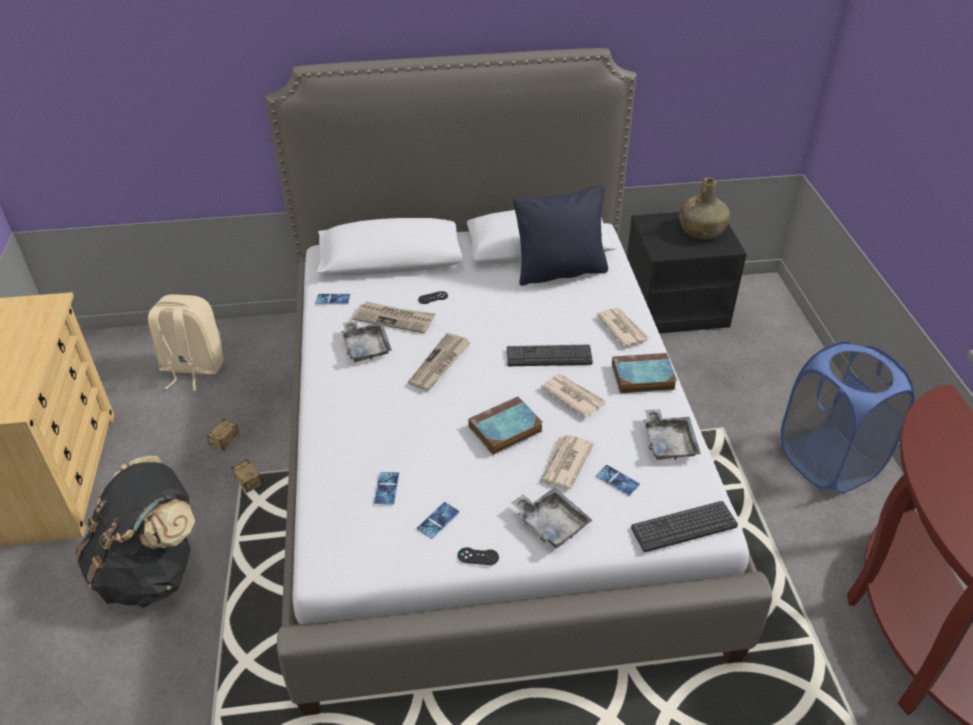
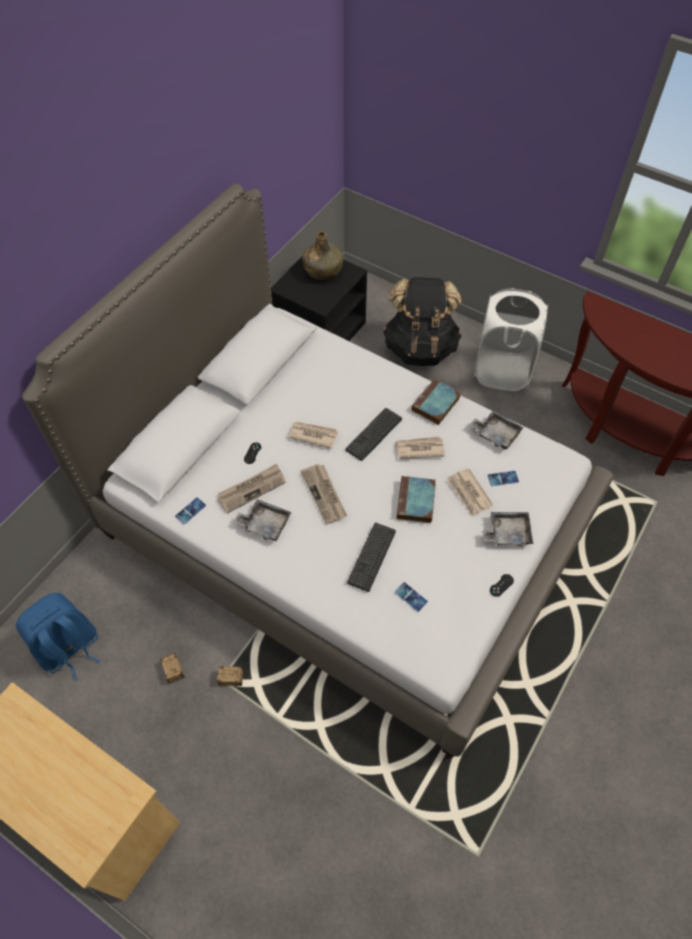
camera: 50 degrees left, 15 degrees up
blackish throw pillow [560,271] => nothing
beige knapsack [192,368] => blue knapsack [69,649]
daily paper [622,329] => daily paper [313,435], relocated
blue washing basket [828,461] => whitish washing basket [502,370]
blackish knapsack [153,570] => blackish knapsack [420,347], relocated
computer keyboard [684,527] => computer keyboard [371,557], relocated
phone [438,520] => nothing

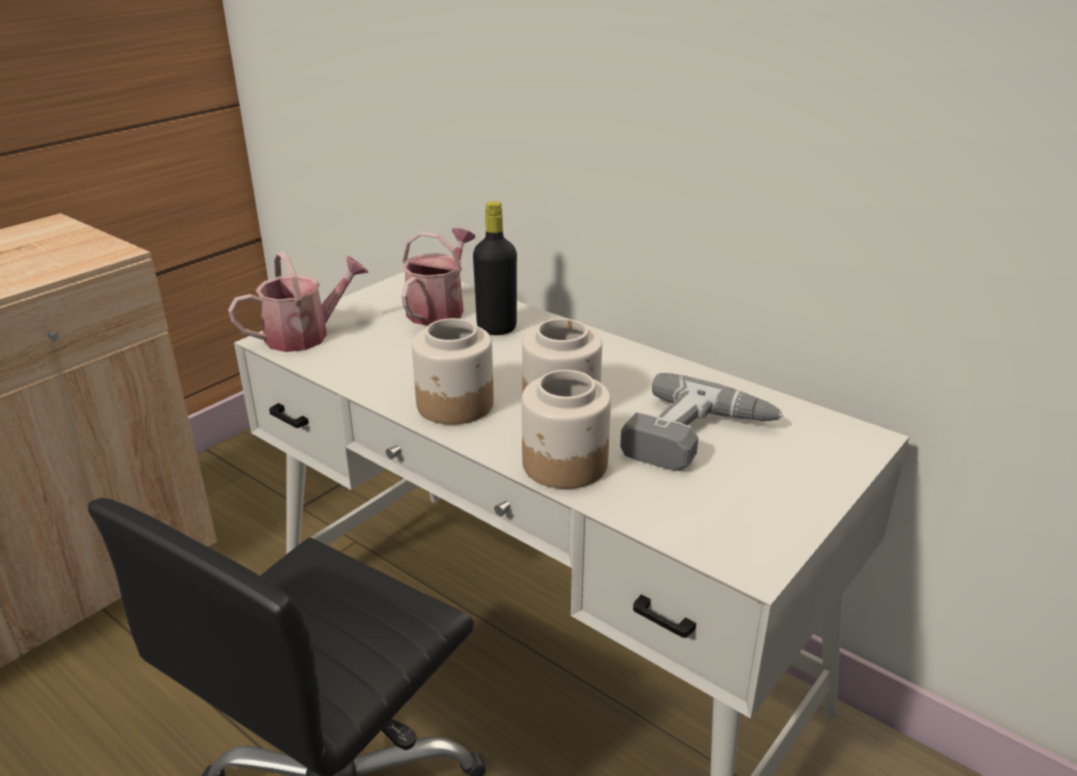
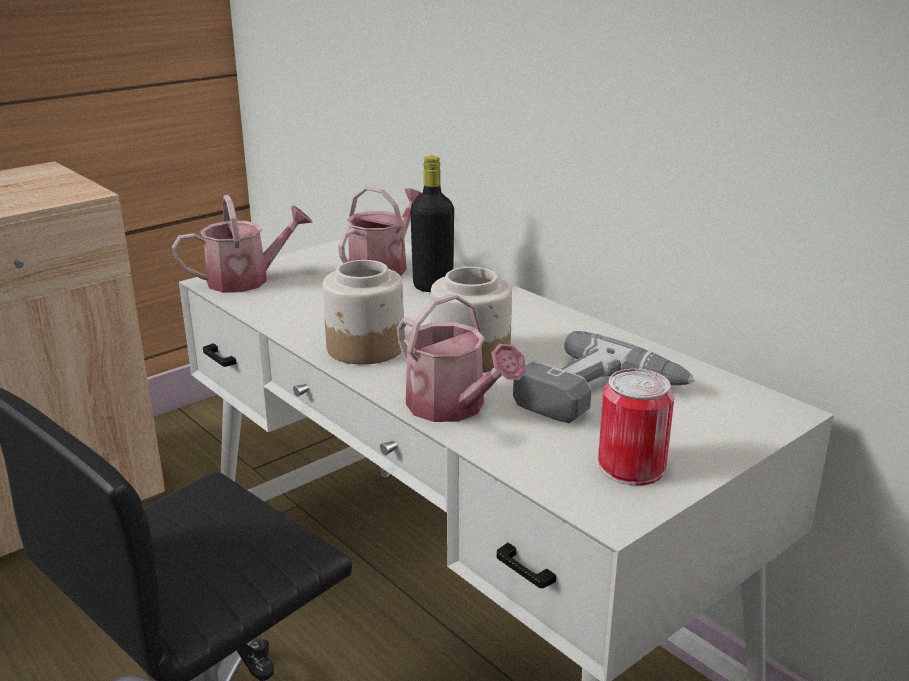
camera: 10 degrees right, 5 degrees down
jar [565,465] => watering can [453,408]
nothing => metal can [631,467]

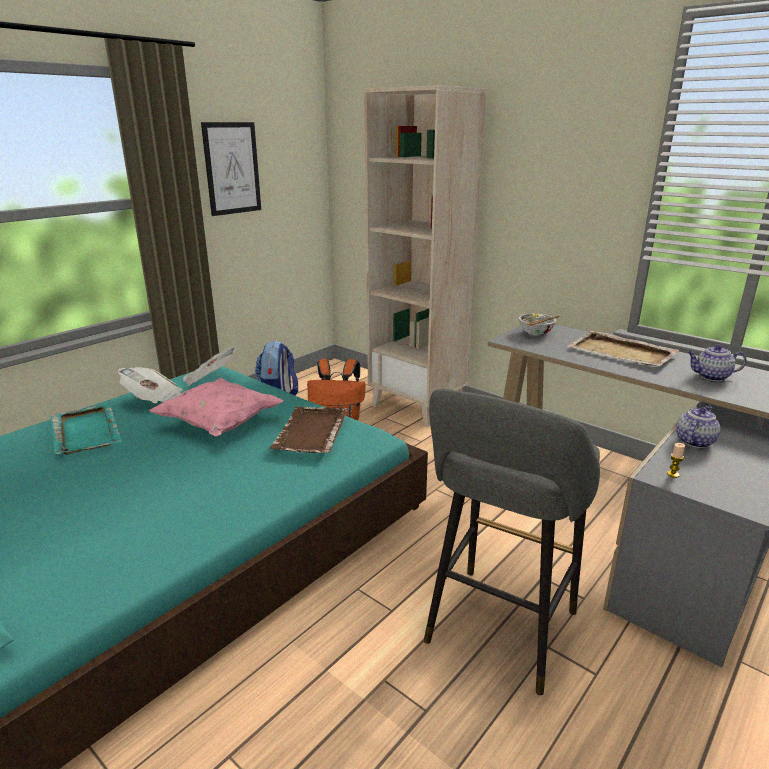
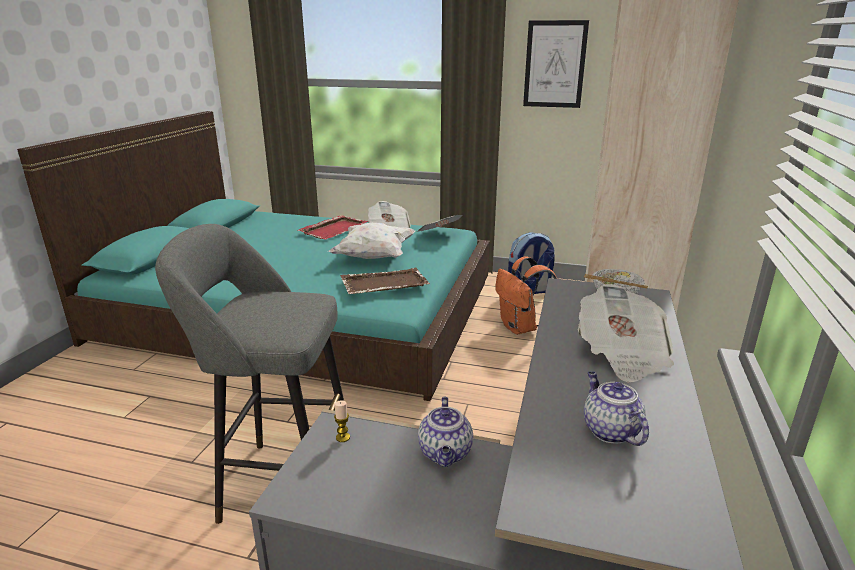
camera: 65 degrees right, 0 degrees up
beige carrying tray [622,352] => daily paper [621,355]
pink-coloured throw pillow [221,425] => whitish throw pillow [374,257]
blue-green carrying tray [86,431] => reddish carrying tray [334,229]
tea pot [694,441] => tea pot [445,454], 75 degrees clockwise

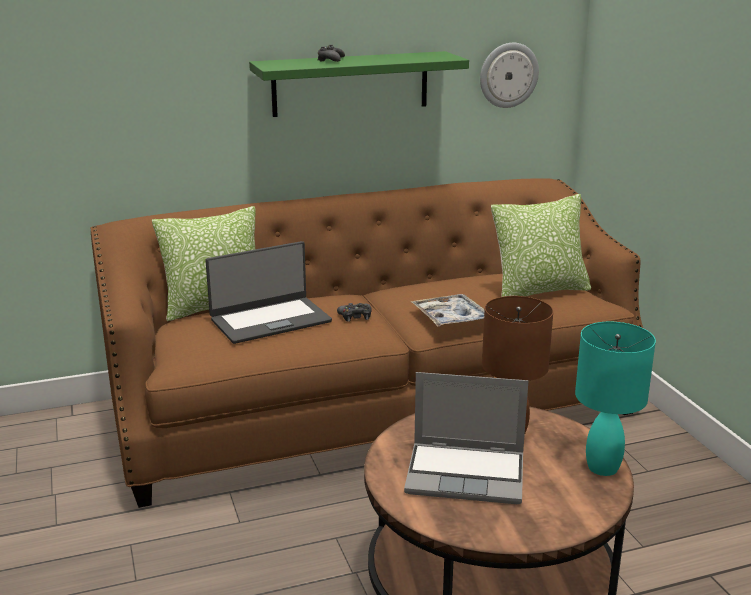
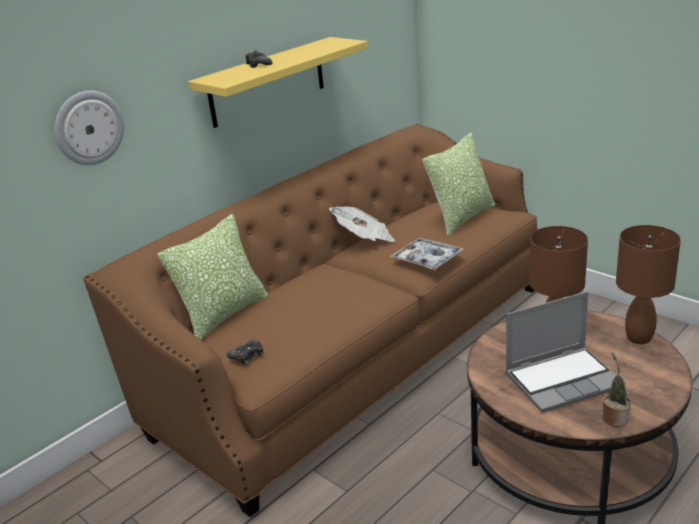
camera: 25 degrees left, 5 degrees up
clock on the wall [508,75] => clock on the wall [89,128], relocated
green-coloured shelf [350,83] => yellow-coloured shelf [267,82]
laptop [270,320] => nothing
blackish gamepad [355,316] => blackish gamepad [247,356], relocated
blue-green tabletop lamp [601,468] => brownish tabletop lamp [638,338]
nothing => daily paper [364,239]
nothing => houseplant [614,417]

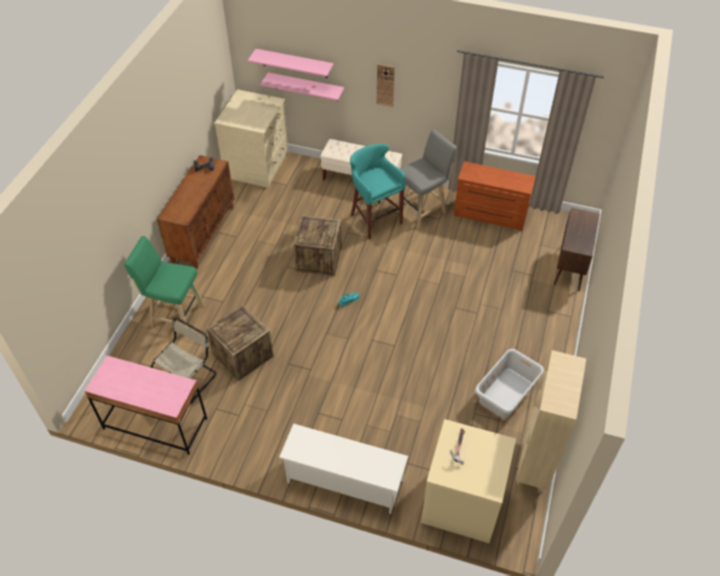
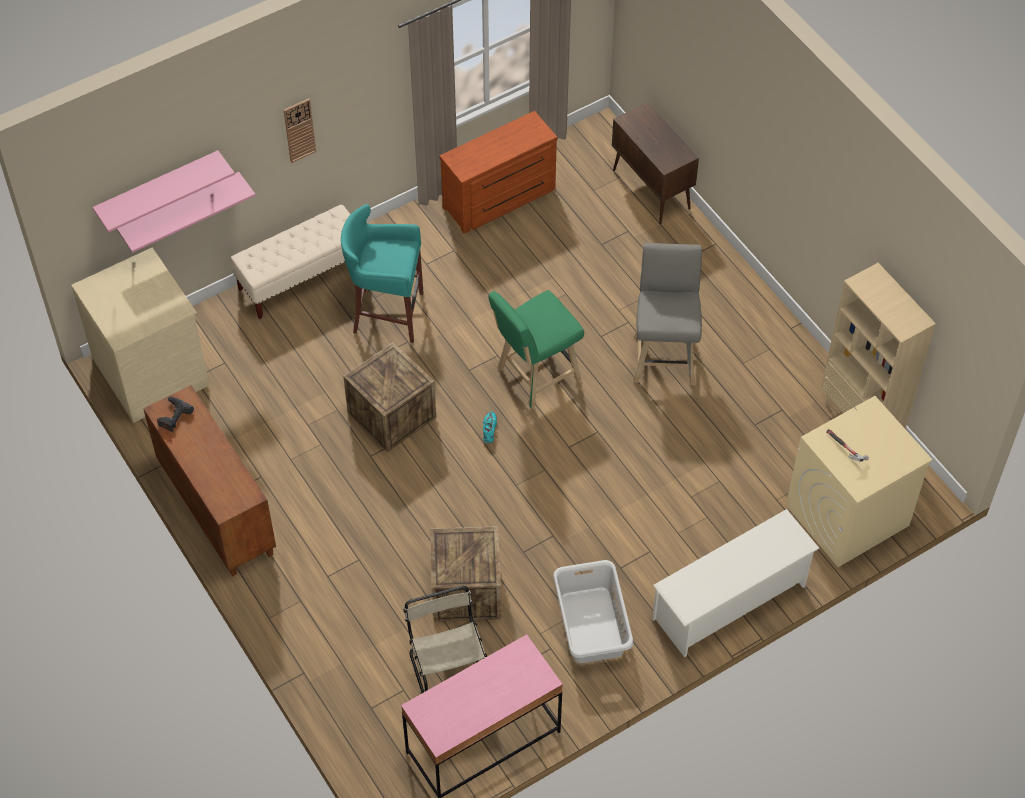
camera: 50 degrees left, 5 degrees up
grey sitting stool [422,209] => grey sitting stool [664,355], relocated
green-coloured sitting stool [174,314] => green-coloured sitting stool [535,376], relocated
grey washing basket [507,393] => grey washing basket [592,624], relocated

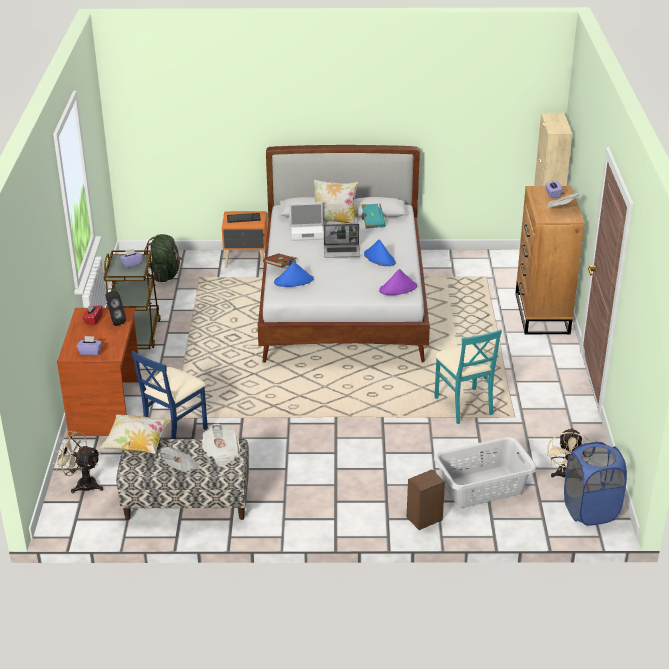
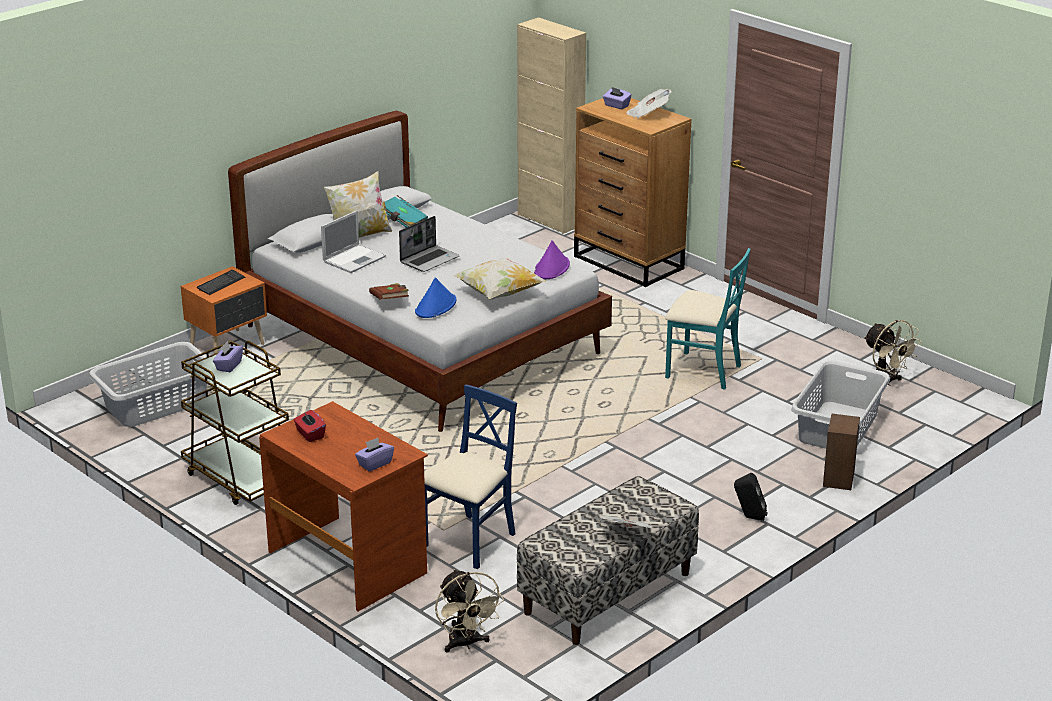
camera: 45 degrees left, 5 degrees down
green-coloured knapsack [165,275] => grey washing basket [155,404]
blue wearable hat [379,258] => nothing
blackish loudspeaker [115,321] => blackish loudspeaker [749,517], relocated
blue plain chair [174,431] => blue plain chair [470,541], 135 degrees counterclockwise
throw pillow [137,445] => throw pillow [499,293], relocated
daily paper [221,453] => nothing
beige cooling fan [82,484] => beige cooling fan [465,644], 90 degrees counterclockwise
blue washing basket [590,511] => nothing

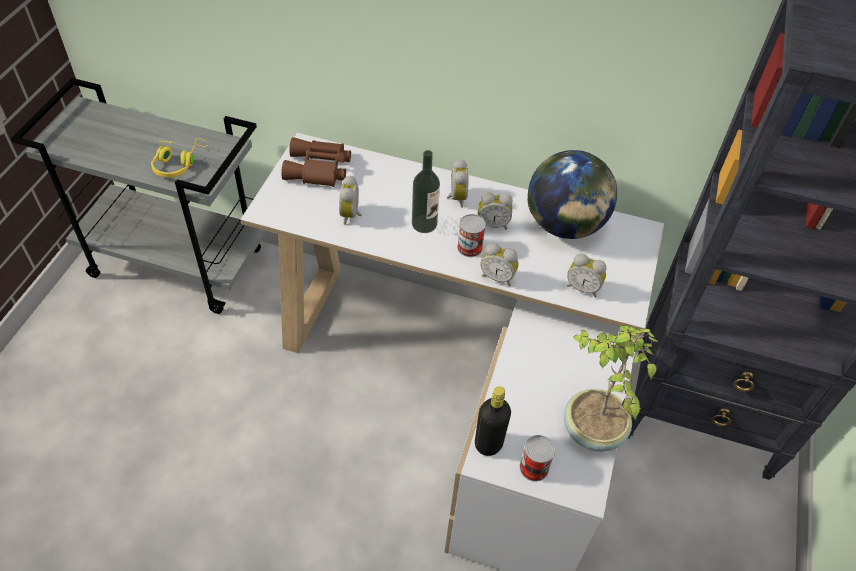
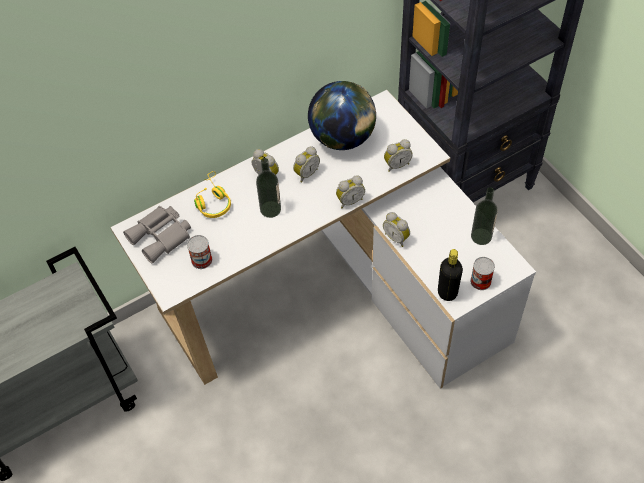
camera: 45 degrees left, 5 degrees up
brownish binoculars [318,169] => grey binoculars [162,237]
yellow-coloured headset [178,163] => yellow-coloured headset [213,201], relocated
table clock [352,215] => table clock [397,237], relocated
metal can [469,247] => metal can [201,260], relocated
houseplant [591,431] => drink bottle [481,236]

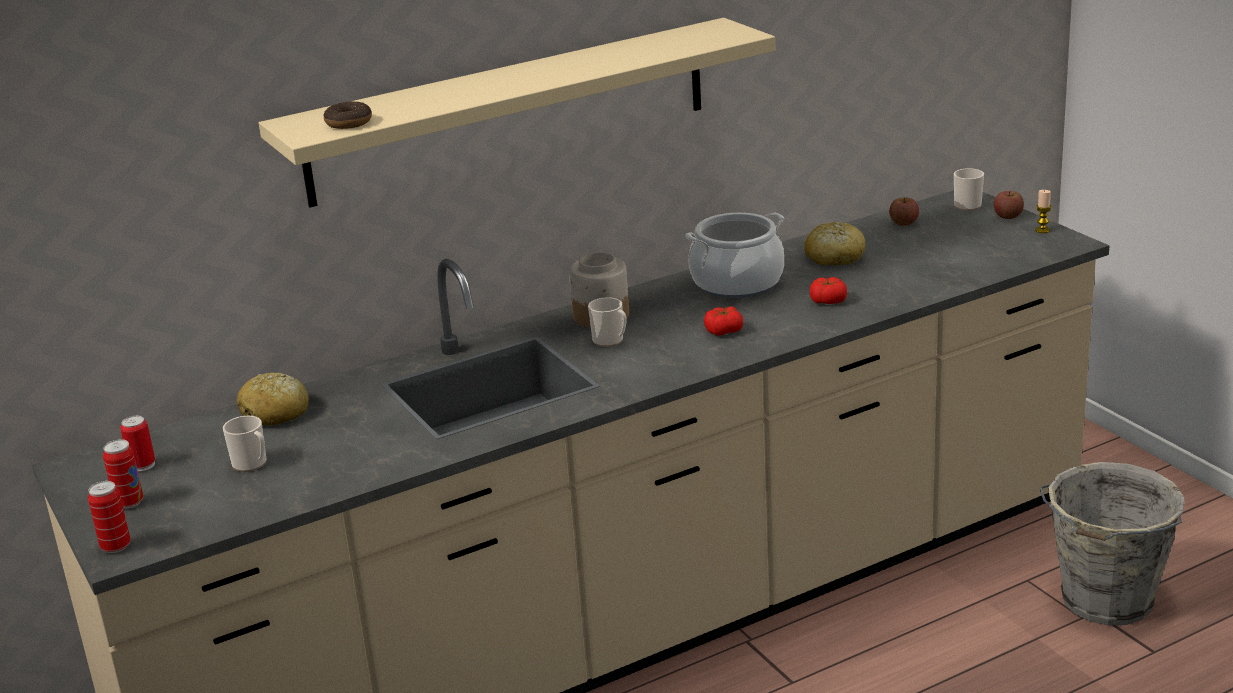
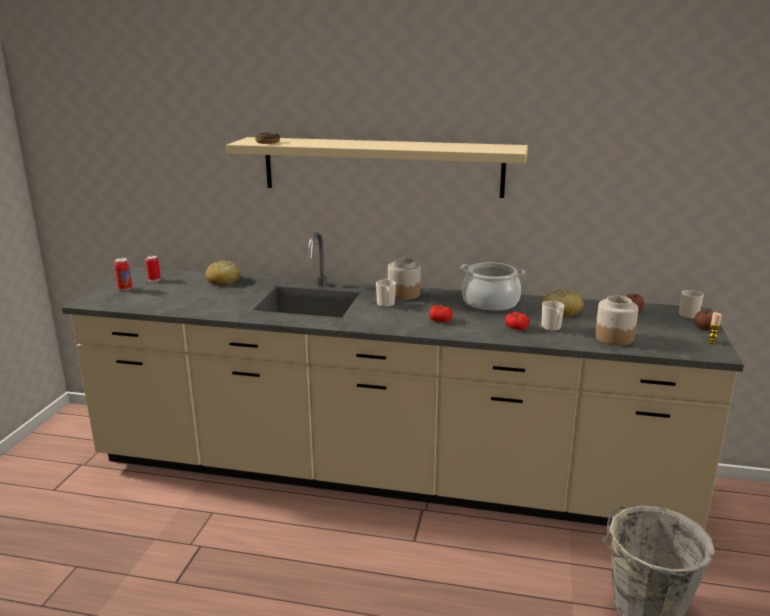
camera: 40 degrees right, 5 degrees down
mug [252,464] => mug [552,328], relocated
metal can [116,546] => nothing
nothing => jar [613,338]

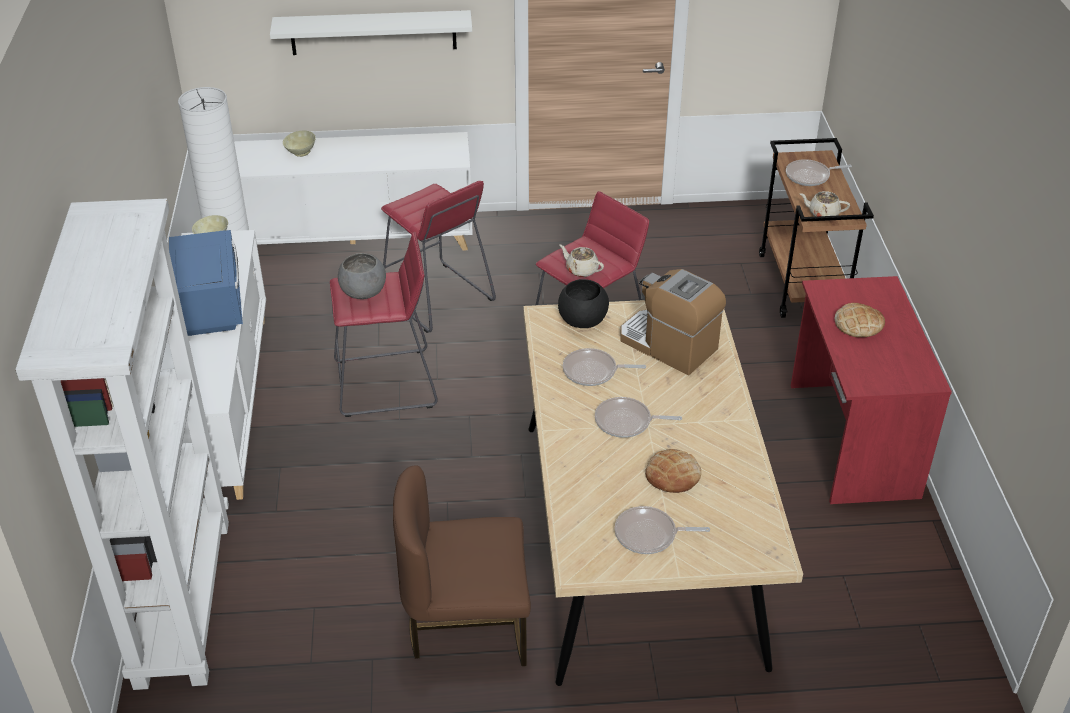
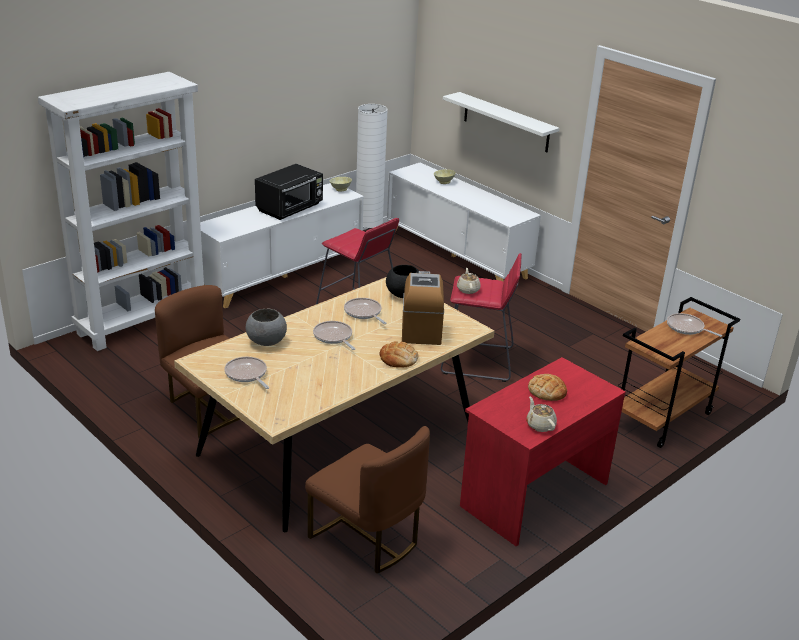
camera: 50 degrees right, 10 degrees down
reddish sitting stool [437,298] => nothing
beige tea pot [822,213] => beige tea pot [540,425], relocated
blue microwave oven [211,306] => blackish microwave oven [290,208]
grey deep dish [363,293] => grey deep dish [266,342], relocated
bakery bread [672,475] => bakery bread [398,358], relocated
nothing => brownish plain chair [367,538]

